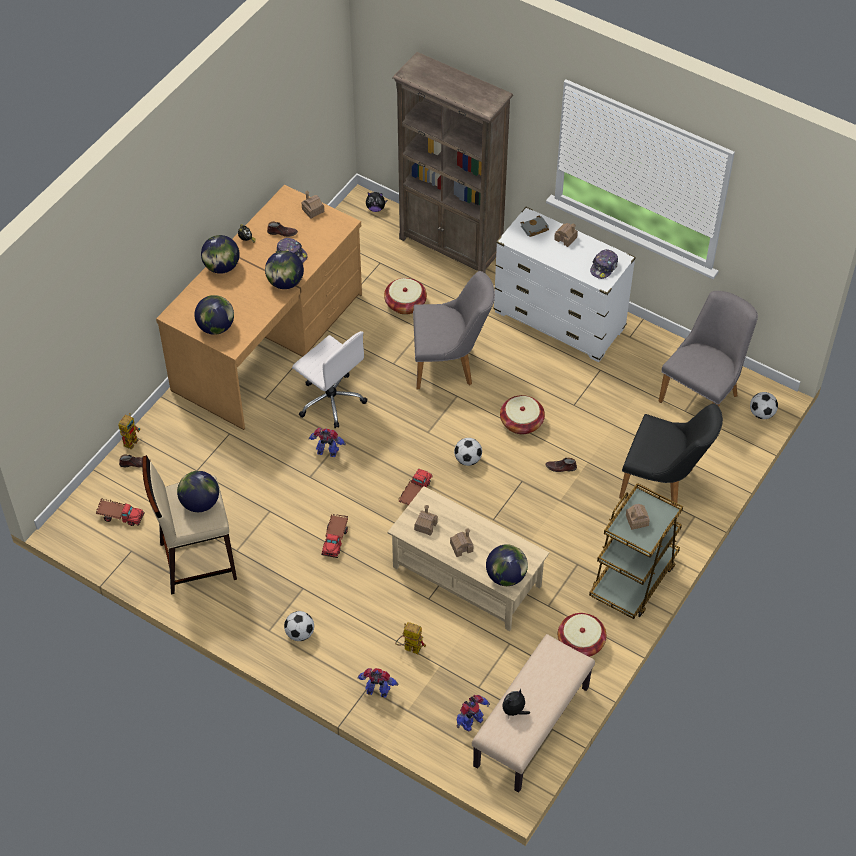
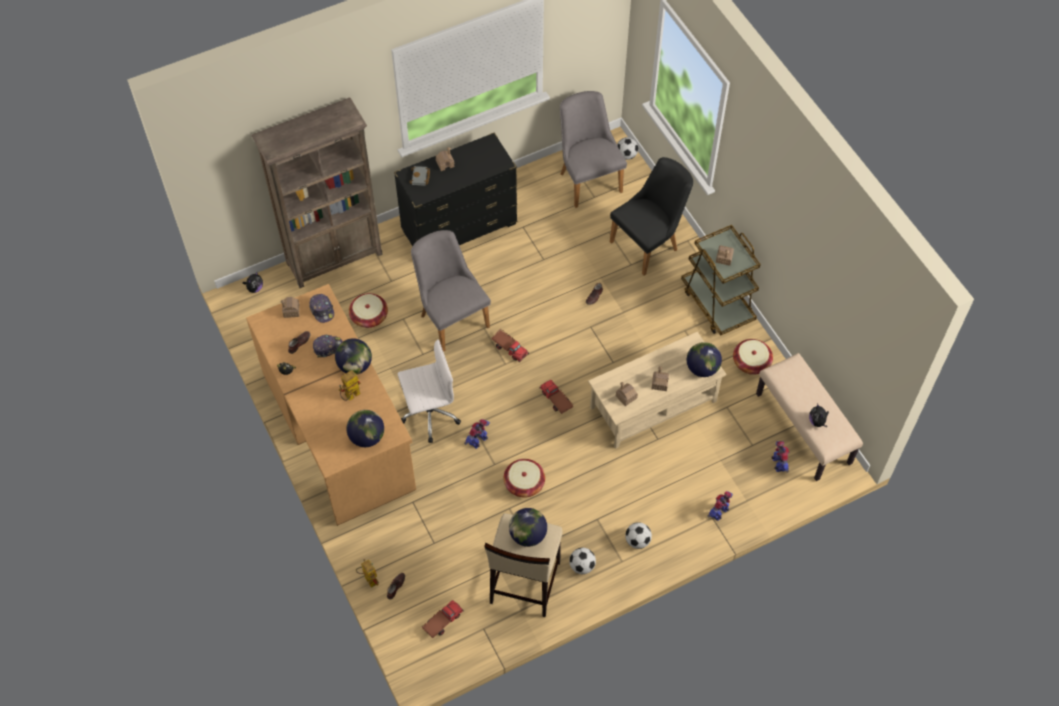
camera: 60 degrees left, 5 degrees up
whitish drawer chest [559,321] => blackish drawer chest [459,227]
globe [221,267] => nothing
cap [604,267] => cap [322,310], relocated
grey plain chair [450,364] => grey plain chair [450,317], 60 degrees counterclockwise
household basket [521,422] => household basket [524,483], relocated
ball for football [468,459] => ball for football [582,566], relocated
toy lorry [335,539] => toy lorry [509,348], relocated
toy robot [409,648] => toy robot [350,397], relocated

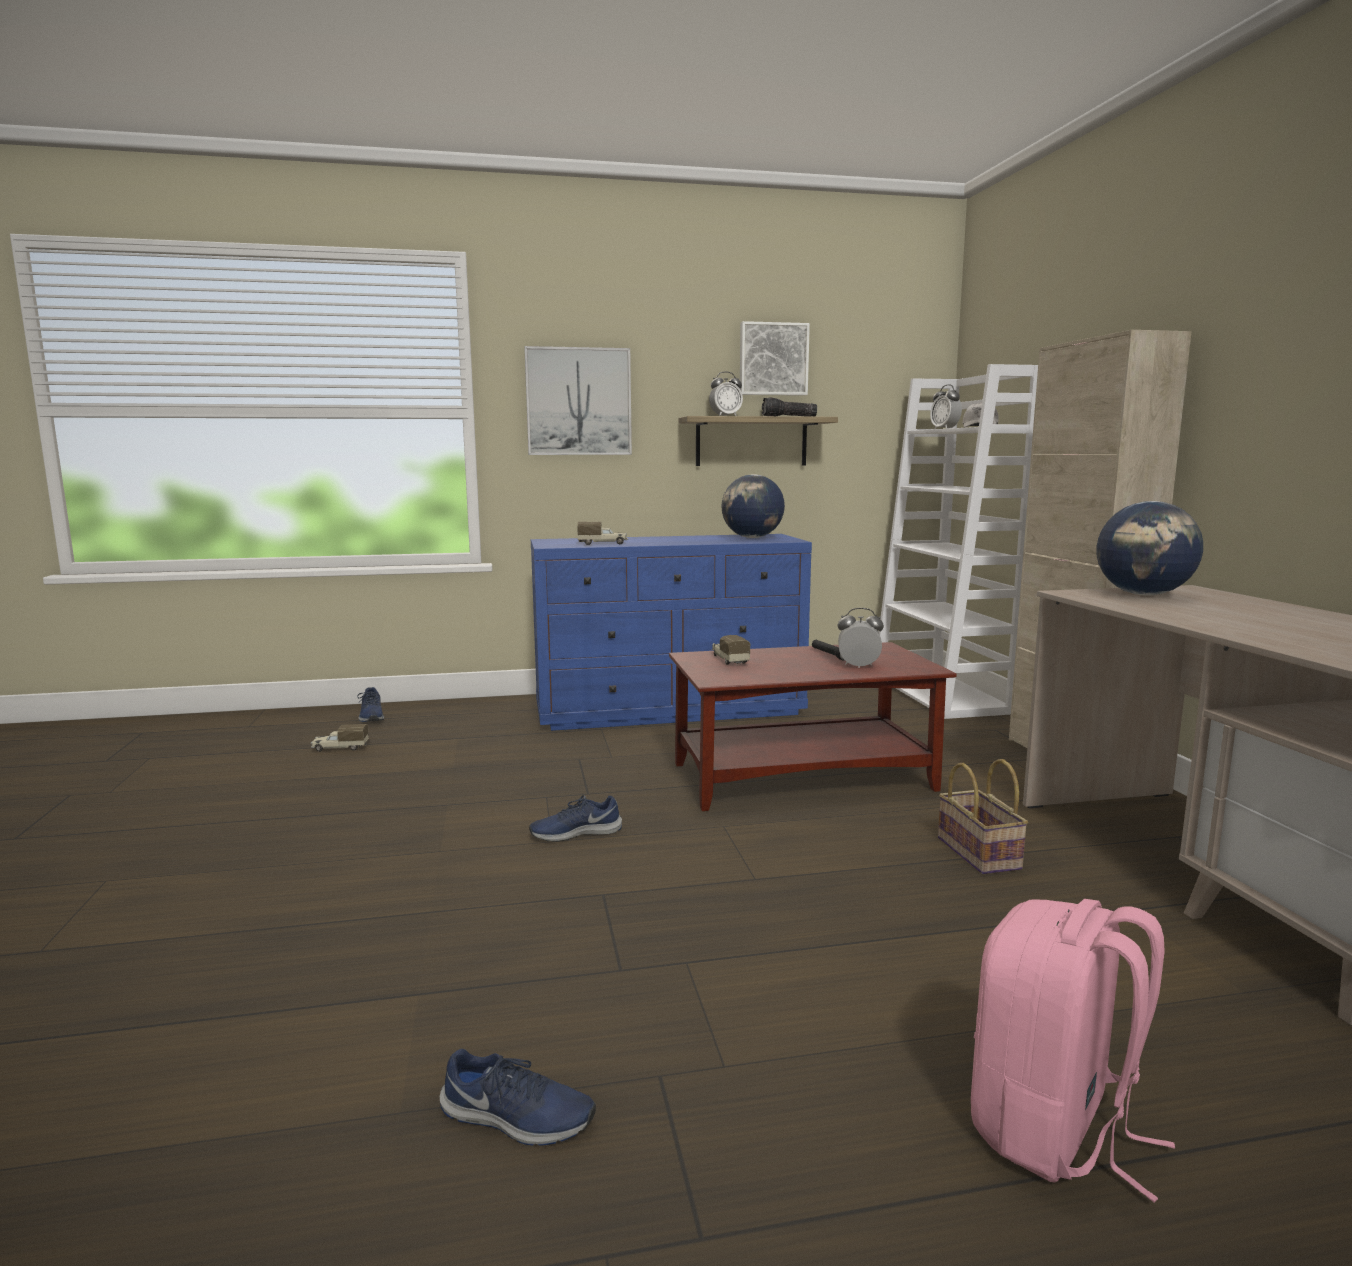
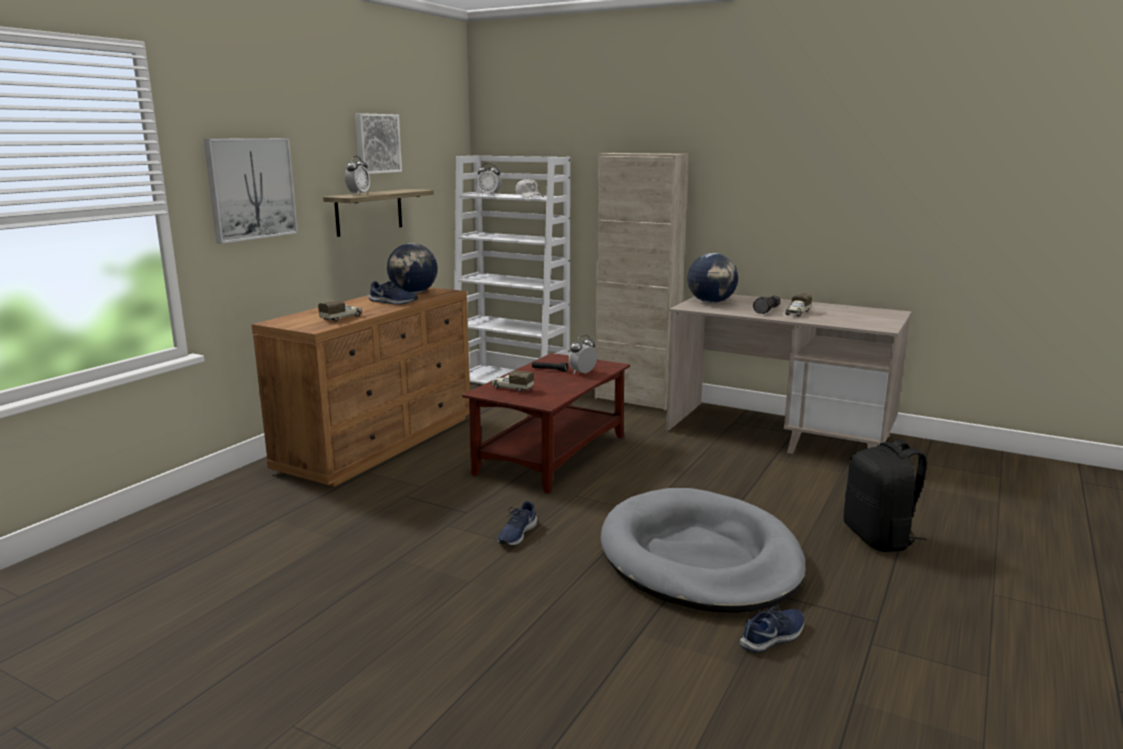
camera: 50 degrees left, 5 degrees up
torch [789,417] => torch [768,310], relocated
blue drawer chest [671,709] => brownish drawer chest [380,442]
blue shoe [371,716] => blue shoe [393,302], relocated
toy lorry [339,748] => toy lorry [797,313], relocated
household basket [981,854] => nothing
pink-coloured knapsack [1054,1130] => blackish knapsack [879,538]
nothing => grey pet bed [700,558]

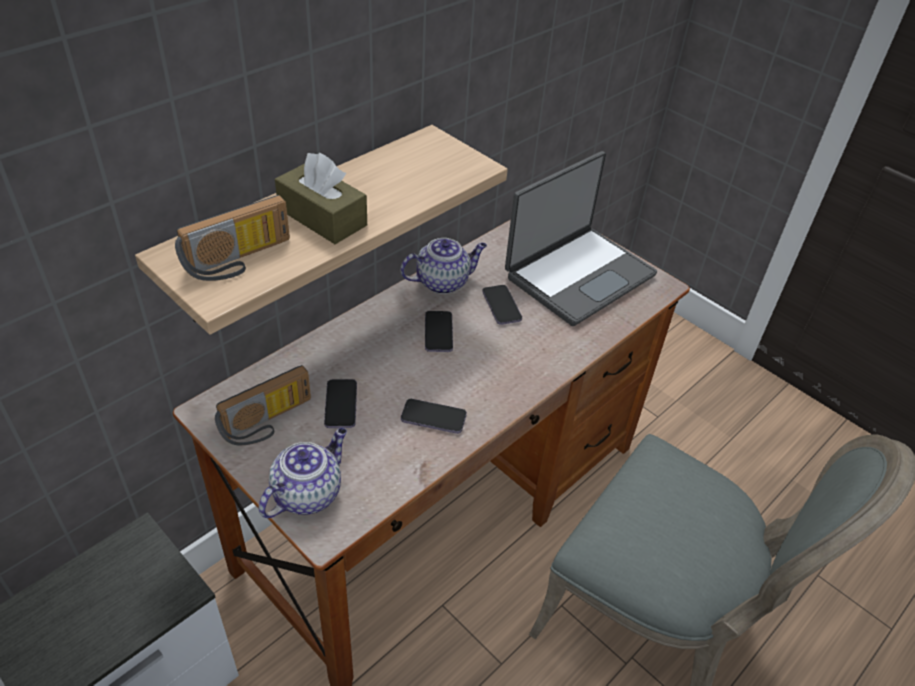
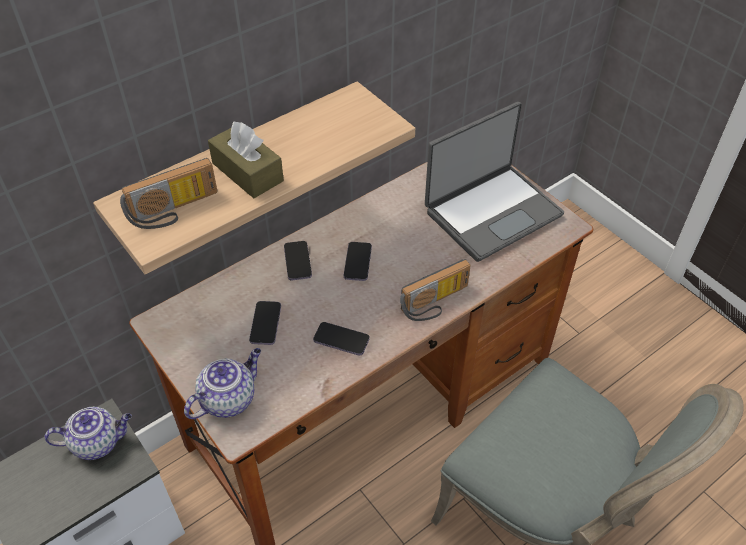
camera: 10 degrees right, 5 degrees up
tea pot [443,282] => tea pot [98,442], relocated
phone [501,306] => phone [297,262], relocated
radio set [269,423] => radio set [436,304], relocated

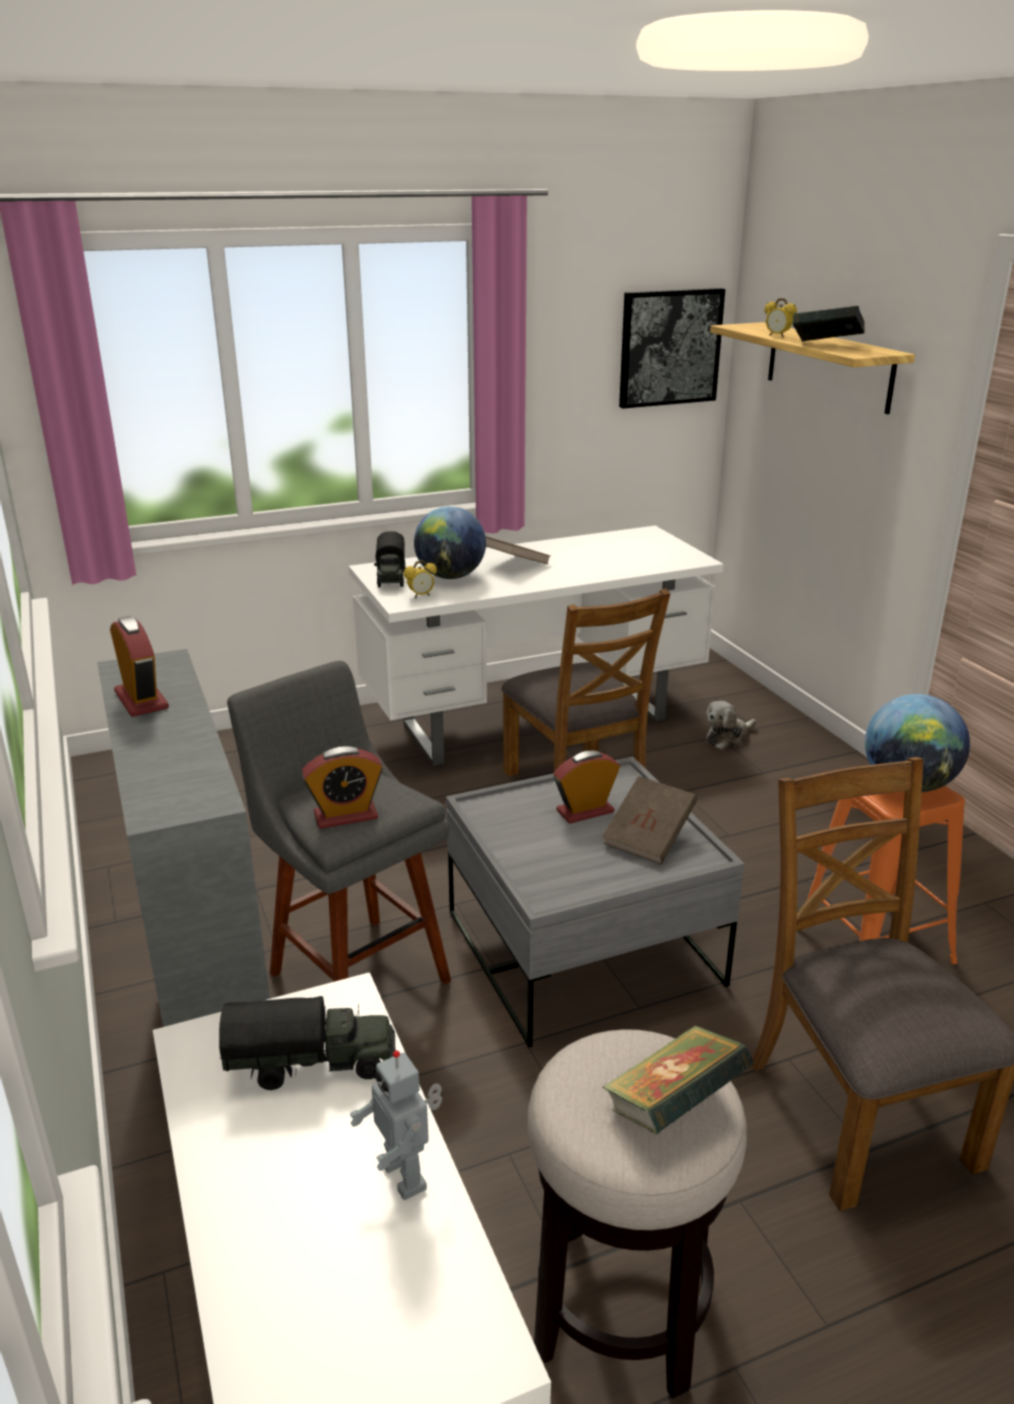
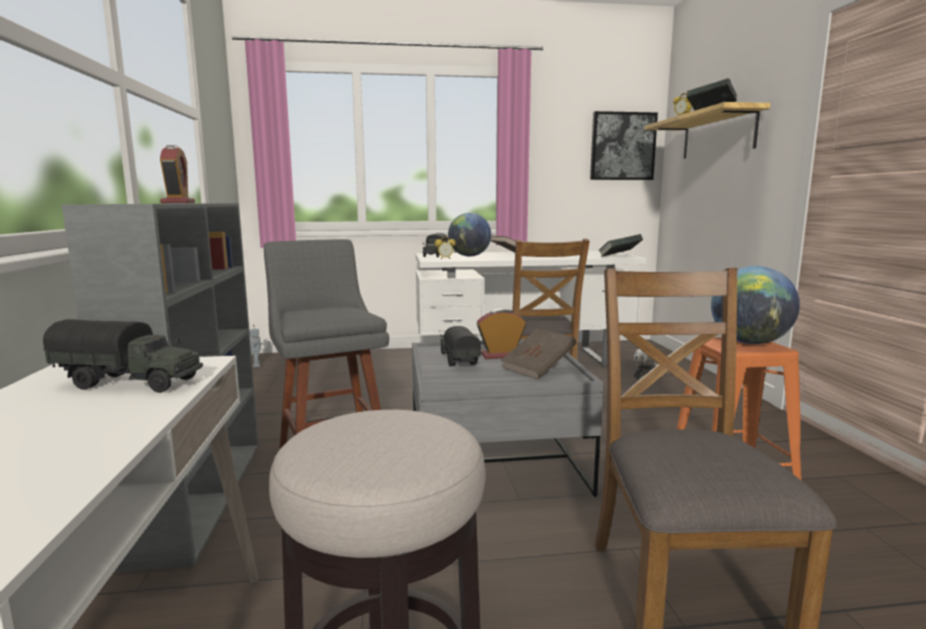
camera: 15 degrees right, 15 degrees down
table clock [345,816] => nothing
bound book [674,1107] => bound book [619,257], relocated
toy robot [407,1175] => toy robot [257,365], relocated
nothing => toy lorry [458,360]

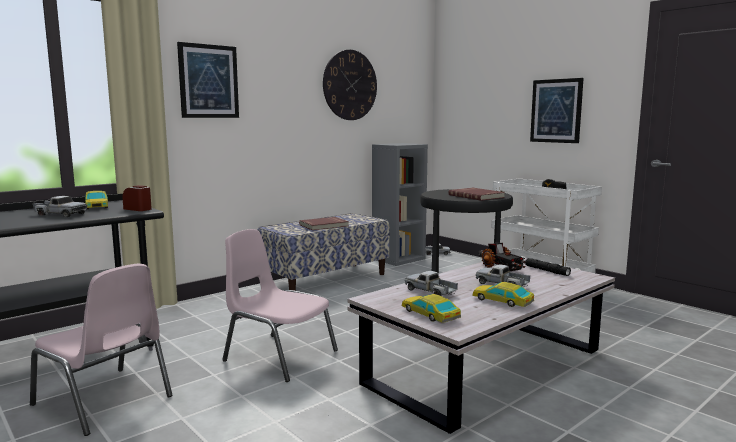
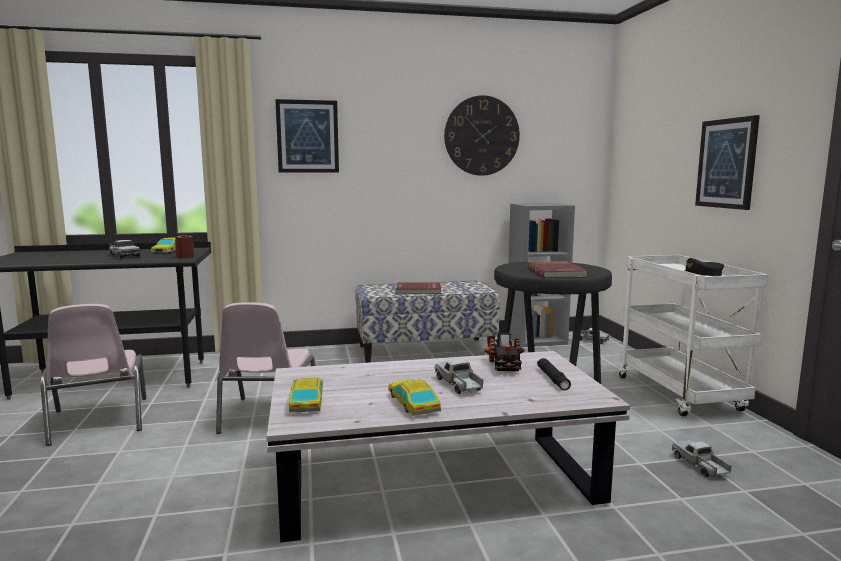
camera: 30 degrees right, 0 degrees up
pink-coloured plain chair [279,356] => pink-coloured plain chair [268,416], 150 degrees counterclockwise
toy lorry [431,291] => toy lorry [700,465], relocated

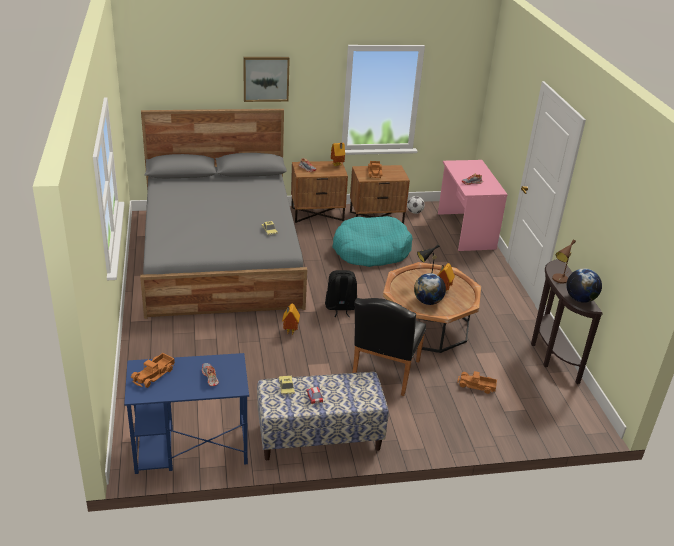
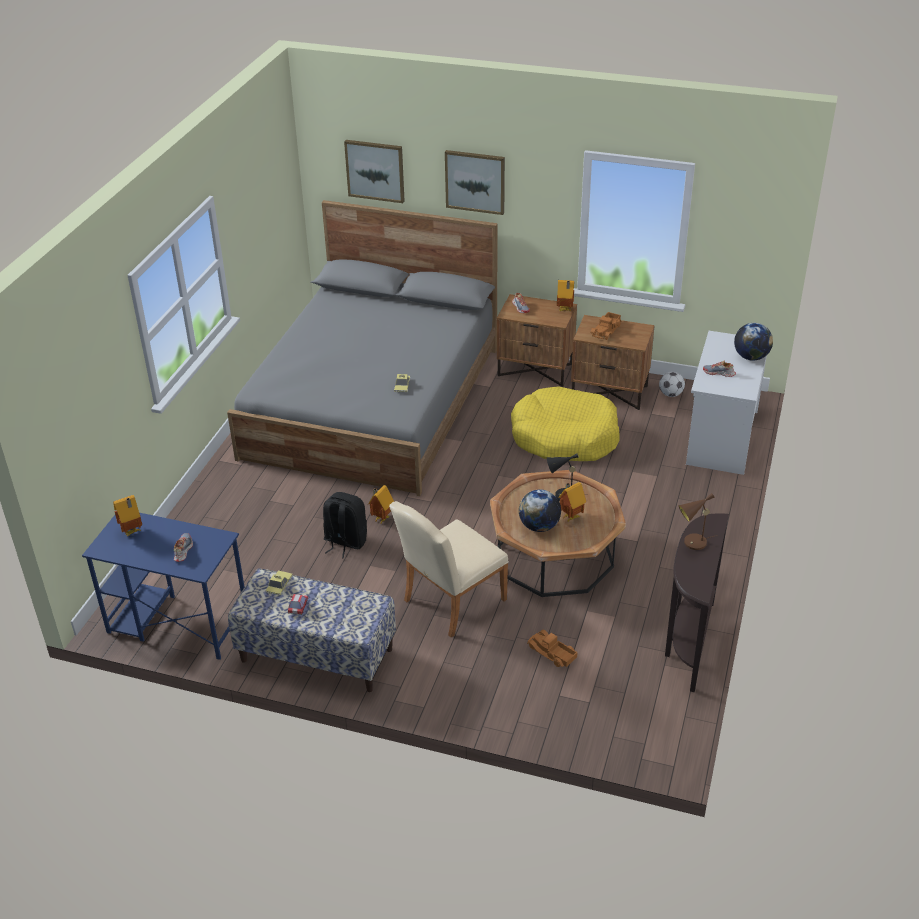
camera: 30 degrees right, 5 degrees up
pink-coloured desk [465,231] => whitish desk [721,437]
blue-green pet bed [371,251] => yellow-coloured pet bed [564,437]
globe [580,299] => globe [751,357], relocated
blackish knapsack [340,308] => blackish knapsack [345,542], relocated
blackish plain chair [384,374] => beige plain chair [449,603]
toy lorry [154,375] => miniature house [132,532]
nothing => picture [375,170]

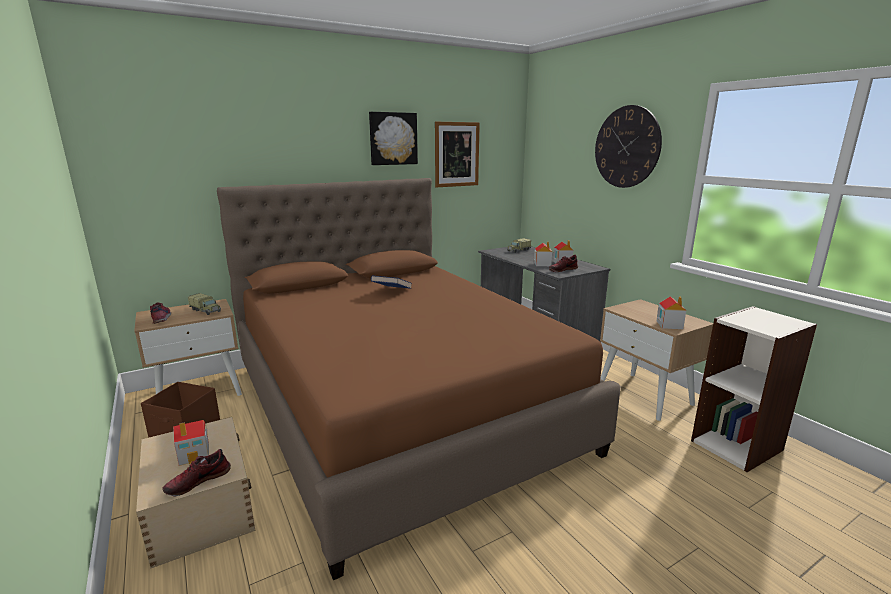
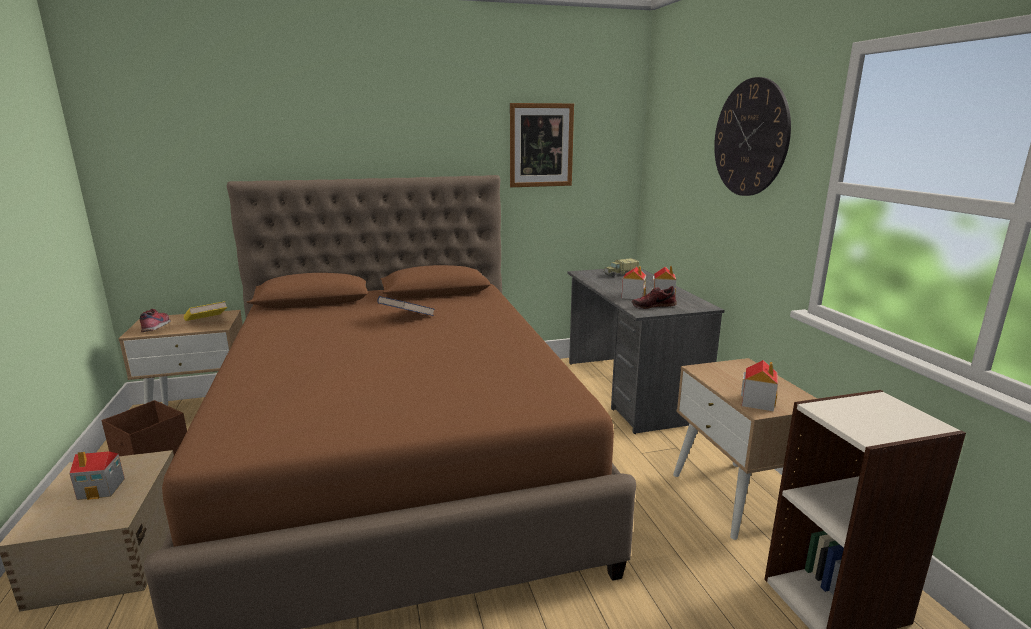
camera: 15 degrees right, 0 degrees up
picture [393,138] => nothing
toy lorry [206,310] => yellow-coloured bound book [206,322]
shoe [198,481] => nothing

